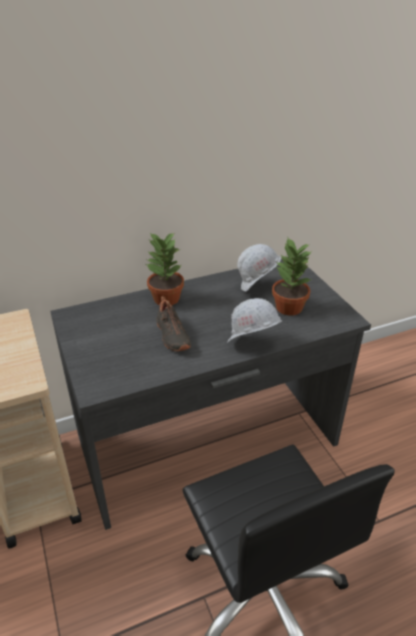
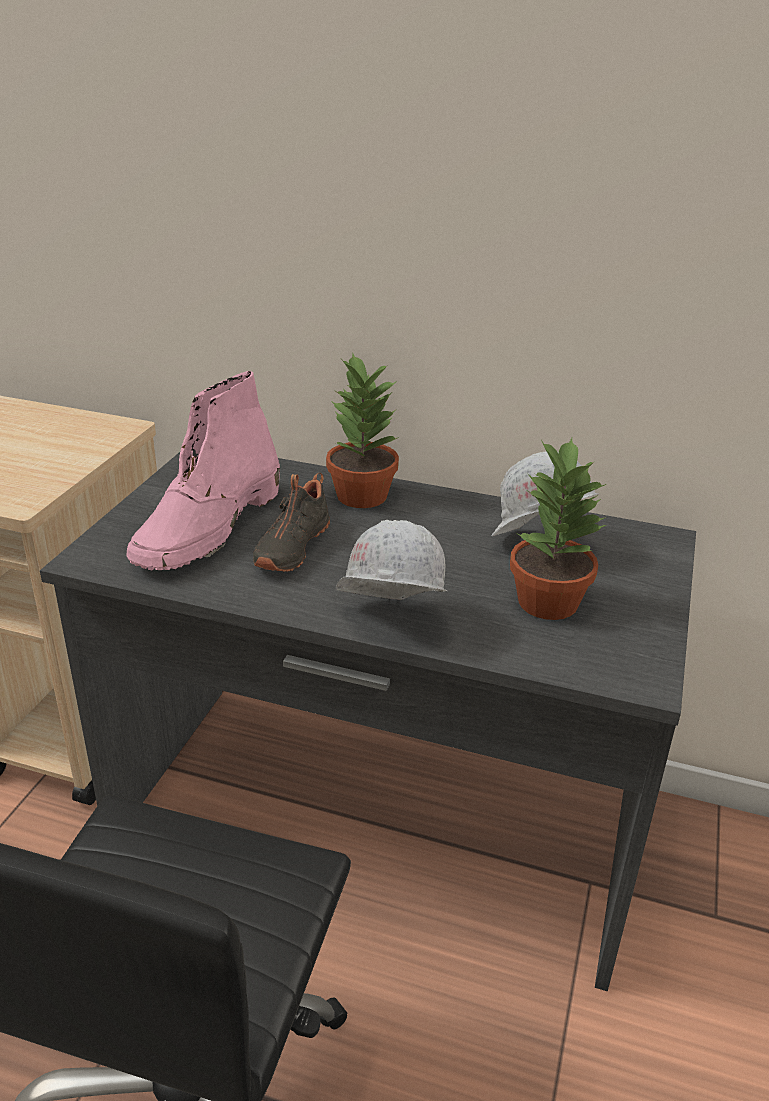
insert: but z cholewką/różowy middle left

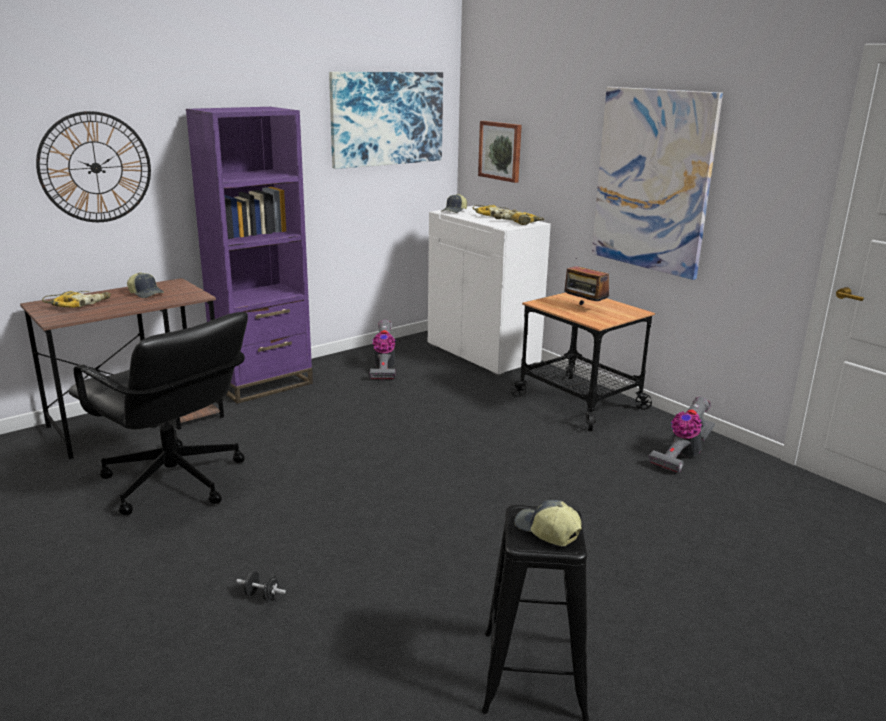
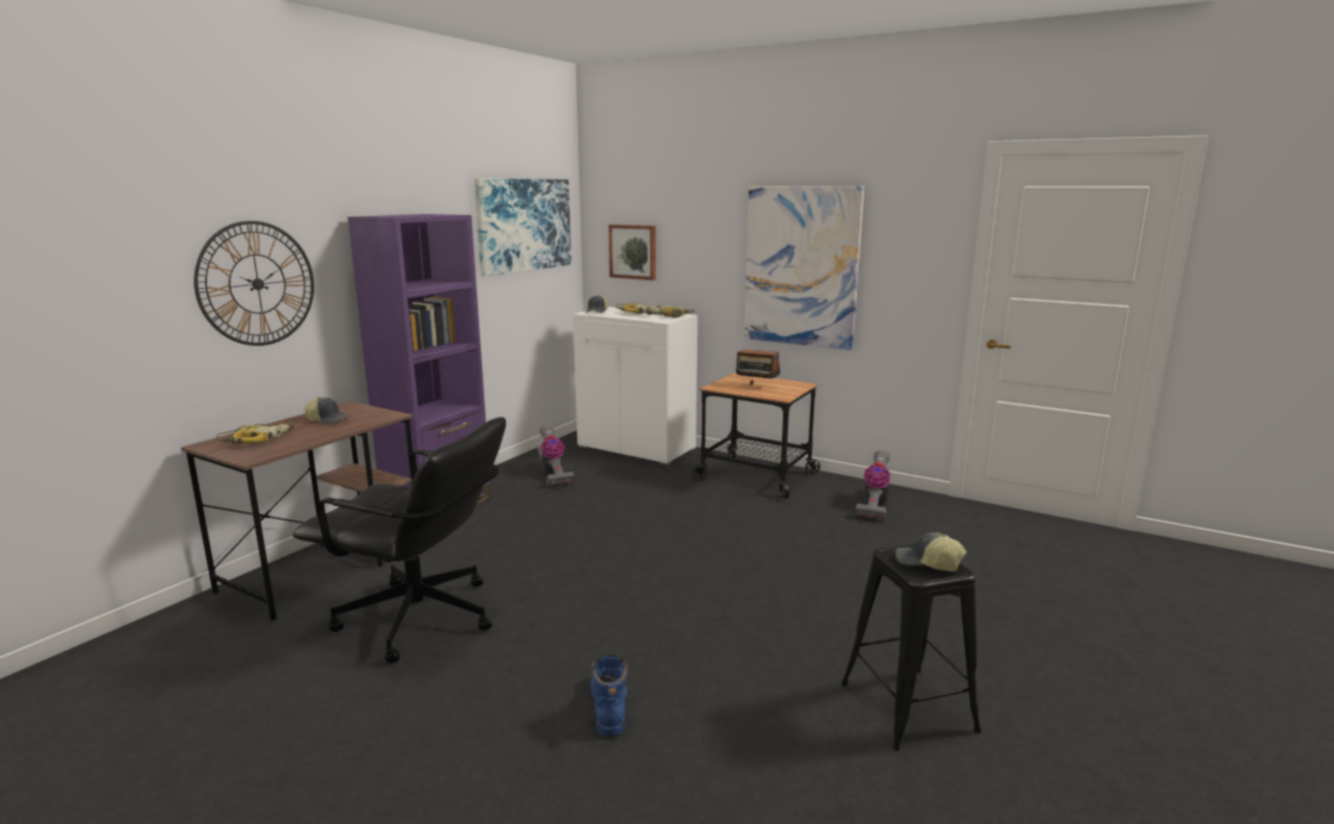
replace: hantel/czarny bottom left to but z cholewką/niebieski bottom centre

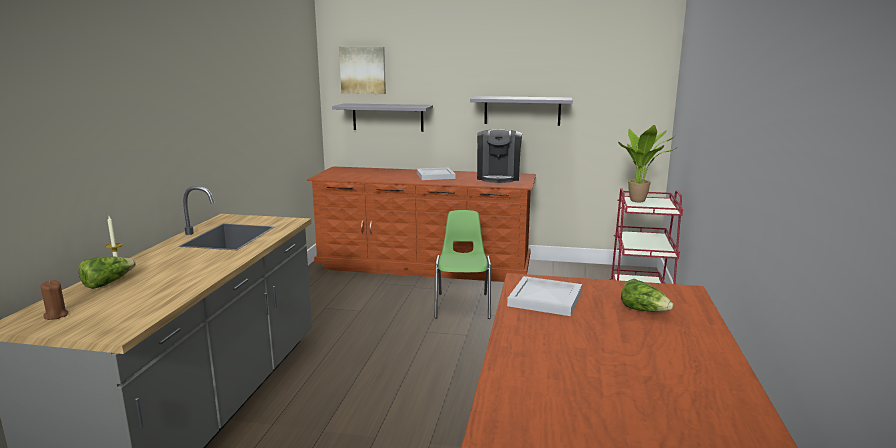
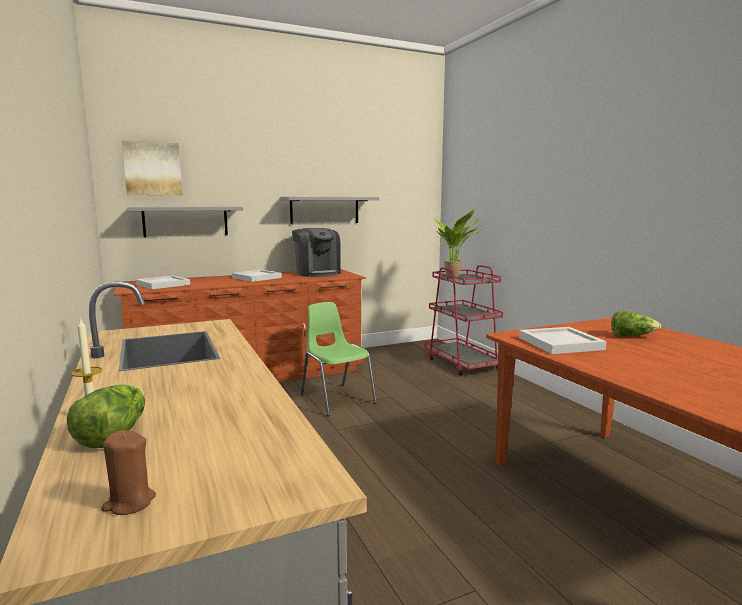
insert: taca/biały (1st from left) middle left

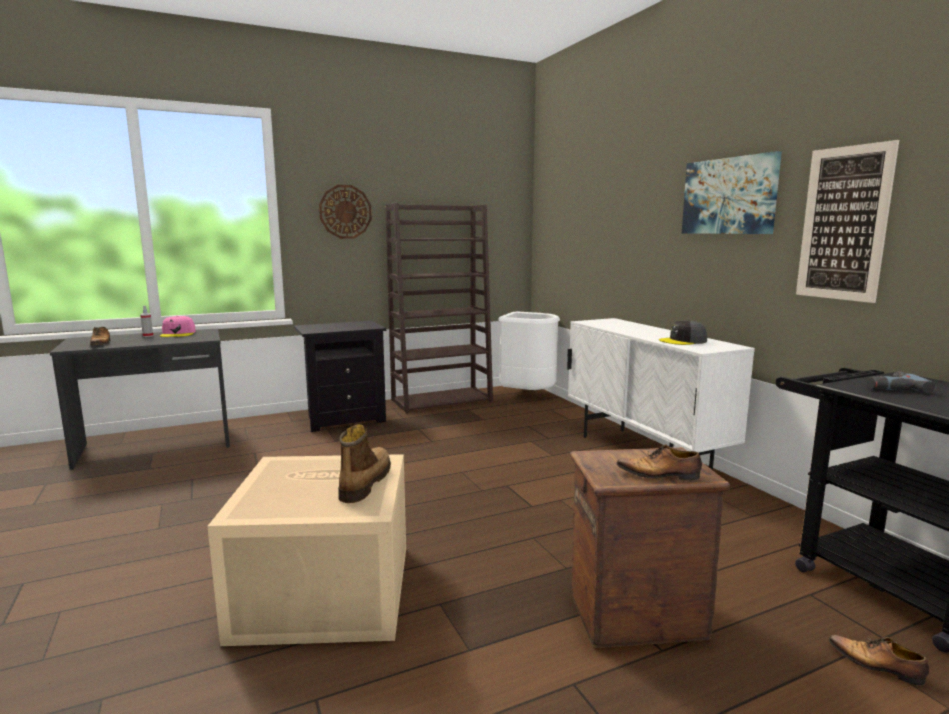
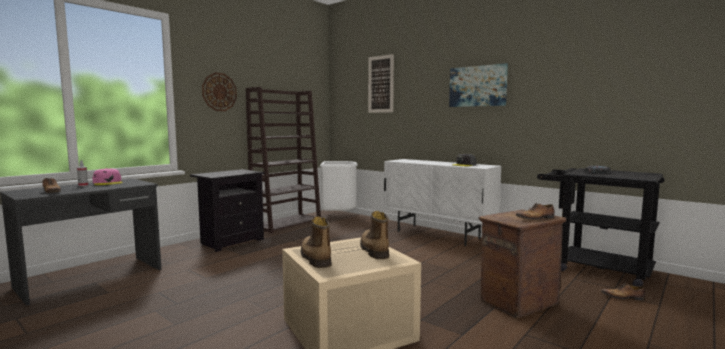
insert: but z cholewką (1st from left) bottom centre
move: obraz (2nd from left in the first image) top right to obraz (1st from left) top centre

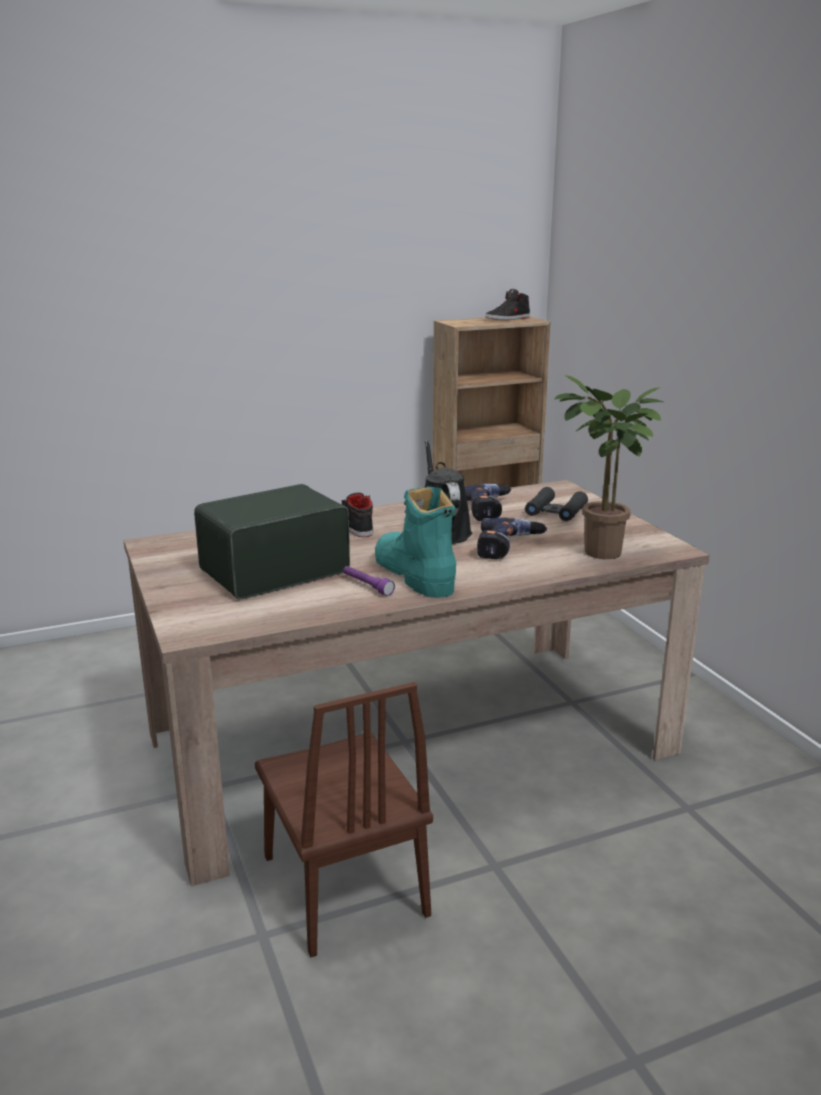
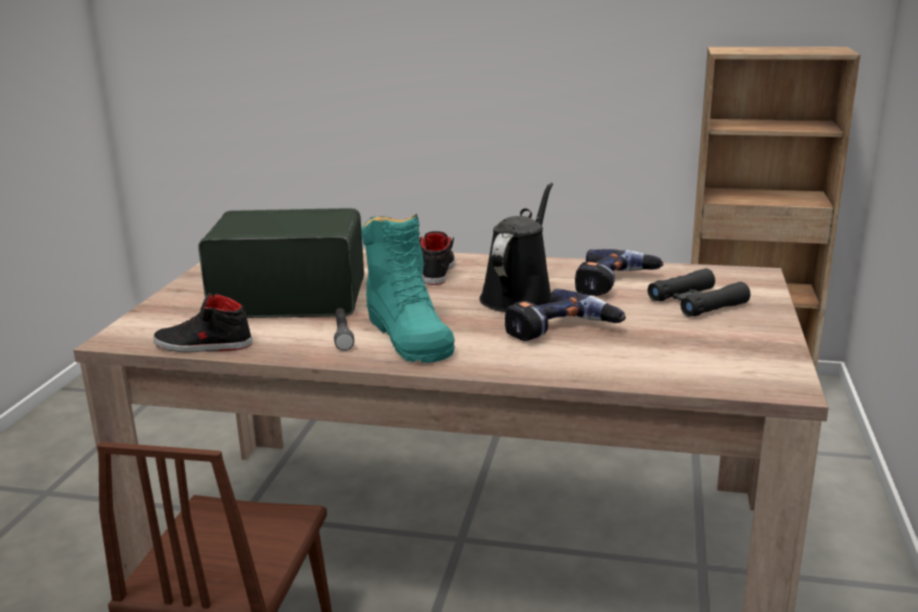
delete: roślina doniczkowa middle right
move: but/czarny (2nd from left in the first image) top centre to but/czarny (1st from left) middle left
recolor: latarka/fioletowy centre to latarka/szary centre
rotate: but z cholewką/turkusowy centre = centre 150 degrees clockwise

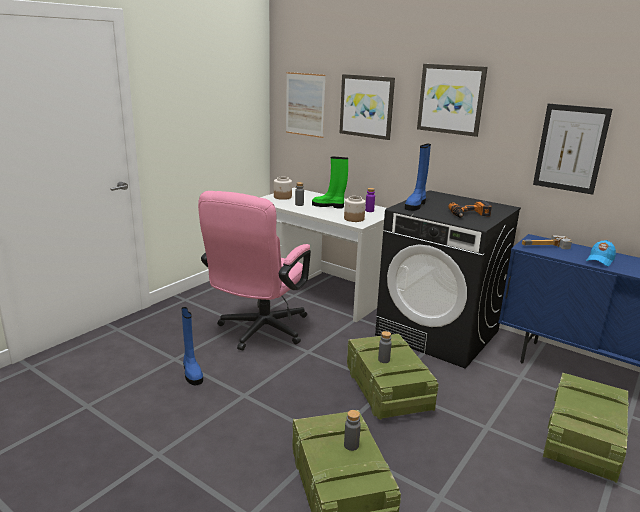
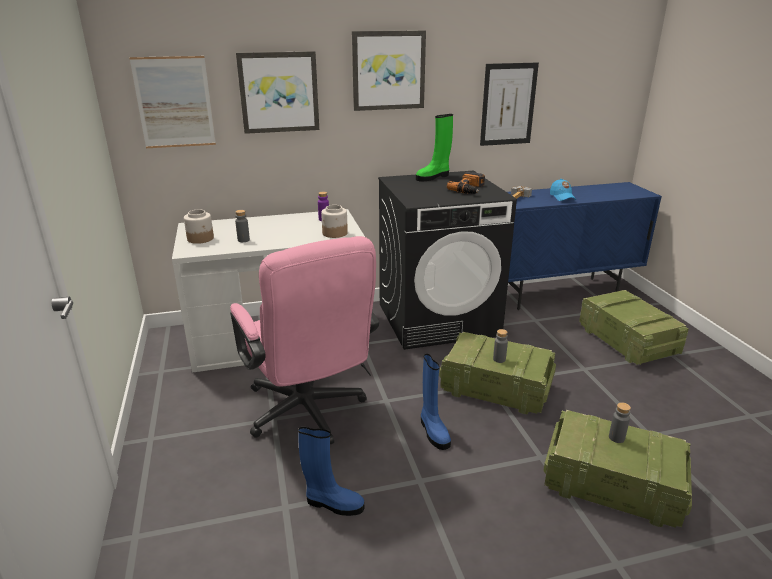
move: but z cholewką/zielony centre to top centre; but z cholewką/niebieski (2nd from left) centre to bottom centre

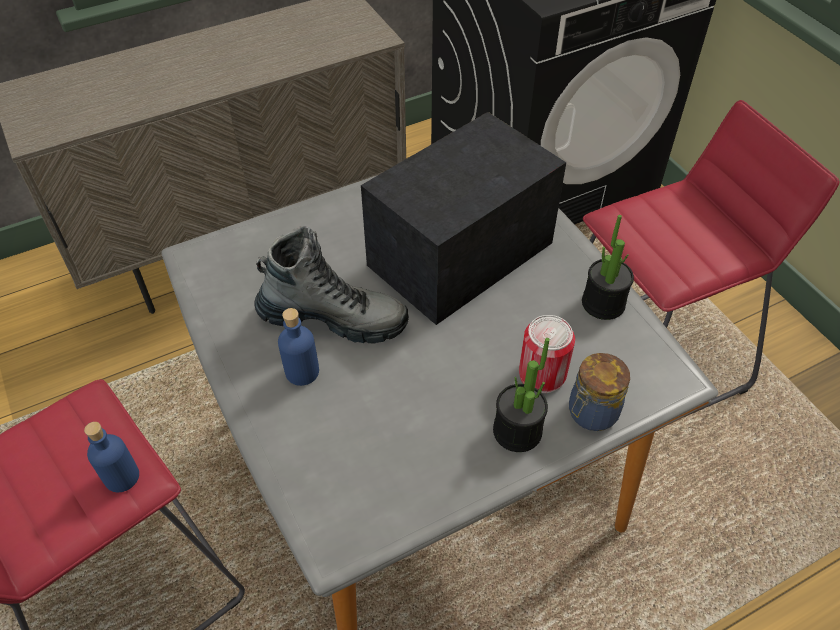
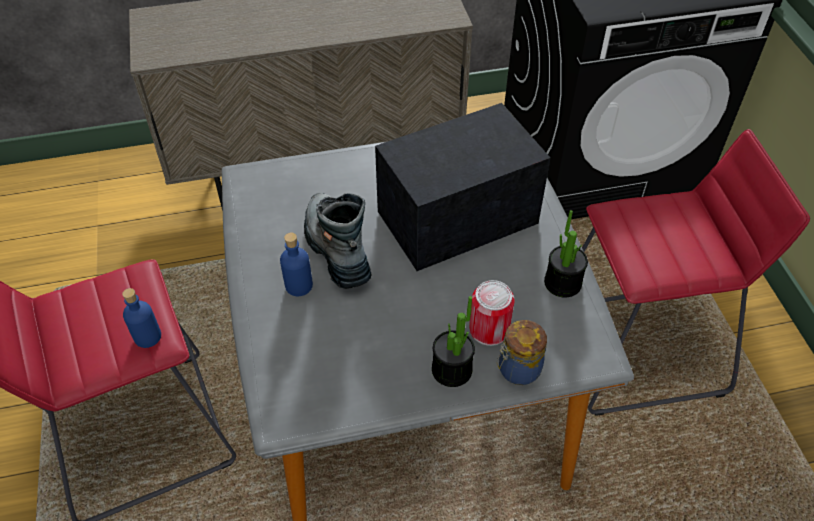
rotate: but z cholewką centre = centre 135 degrees counterclockwise

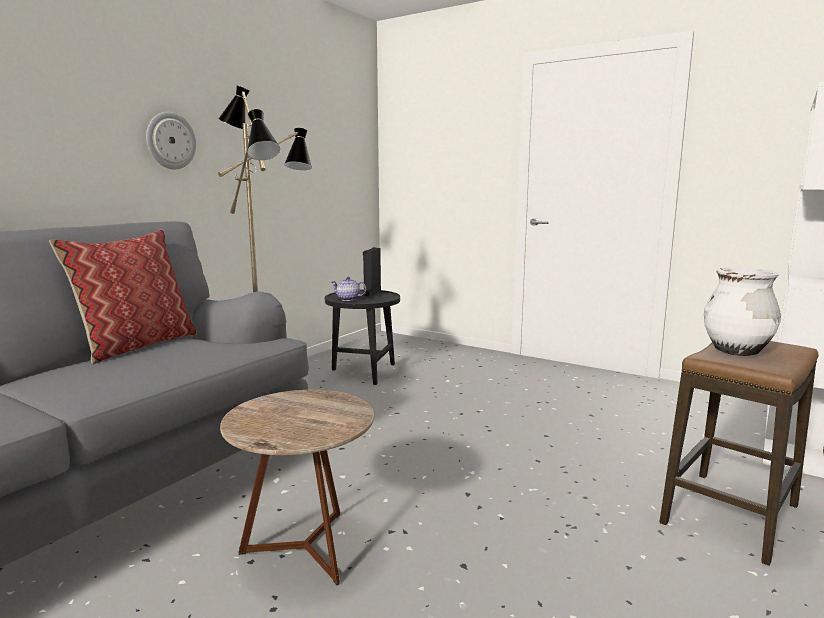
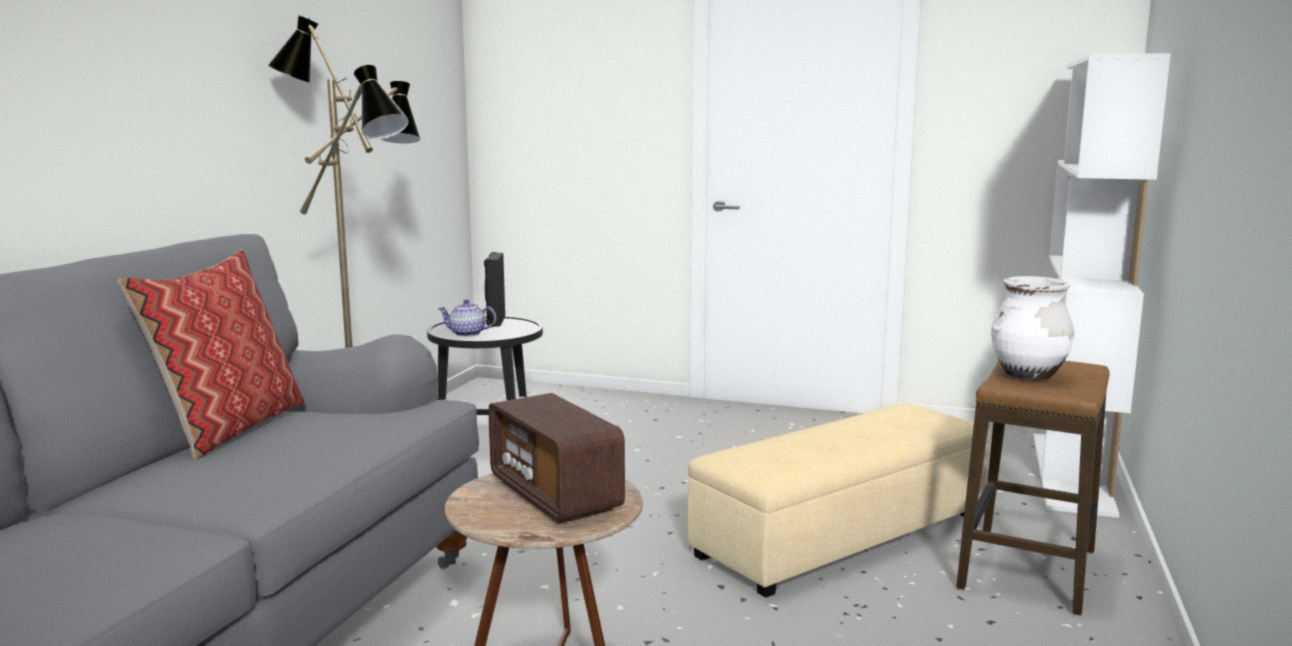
delete: zegar ścienny top left
insert: radio bottom centre; pufa/beżowy bottom centre

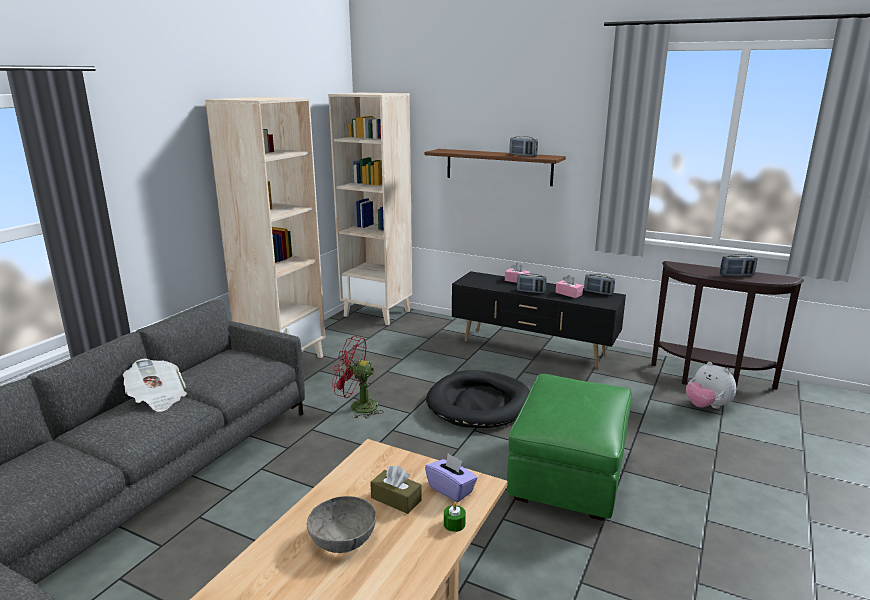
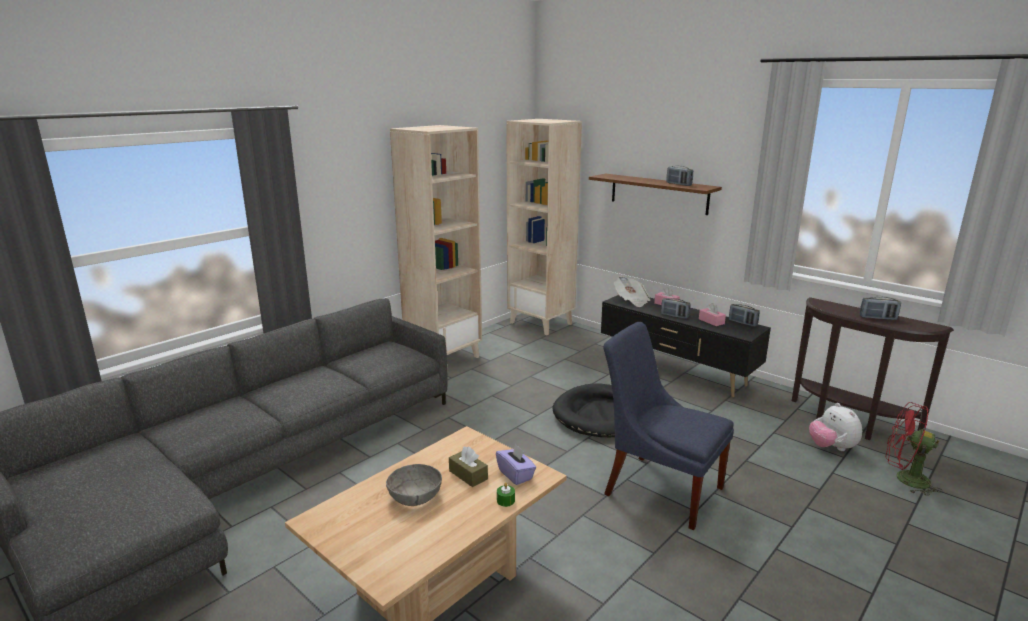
move: gazeta middle left to centre; wentylator/czerwony centre to bottom right
replace: pufa/zielony bottom centre to krzesło/niebieski bottom centre

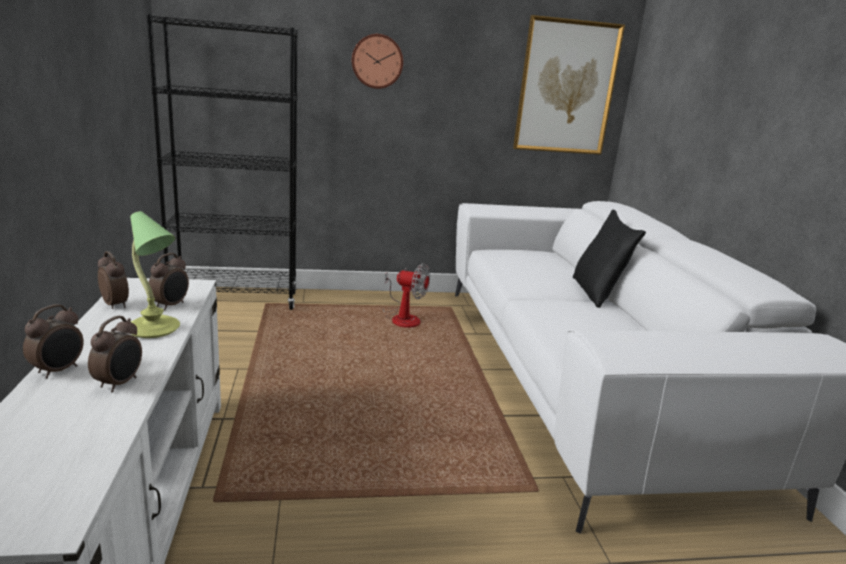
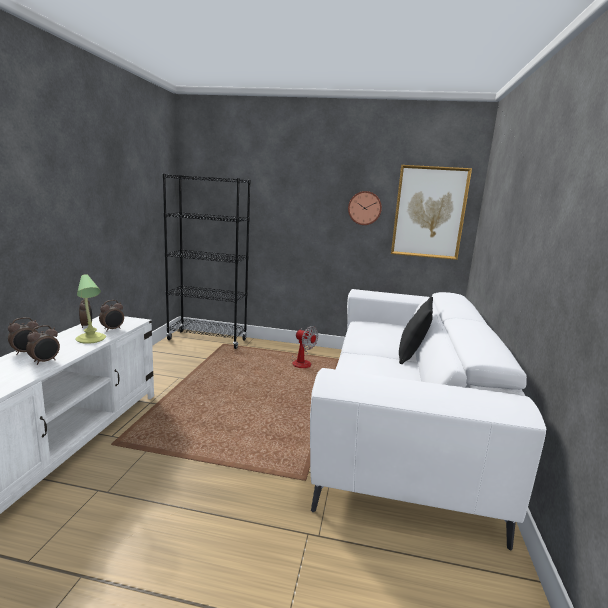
move: zegar ścienny top centre to centre

